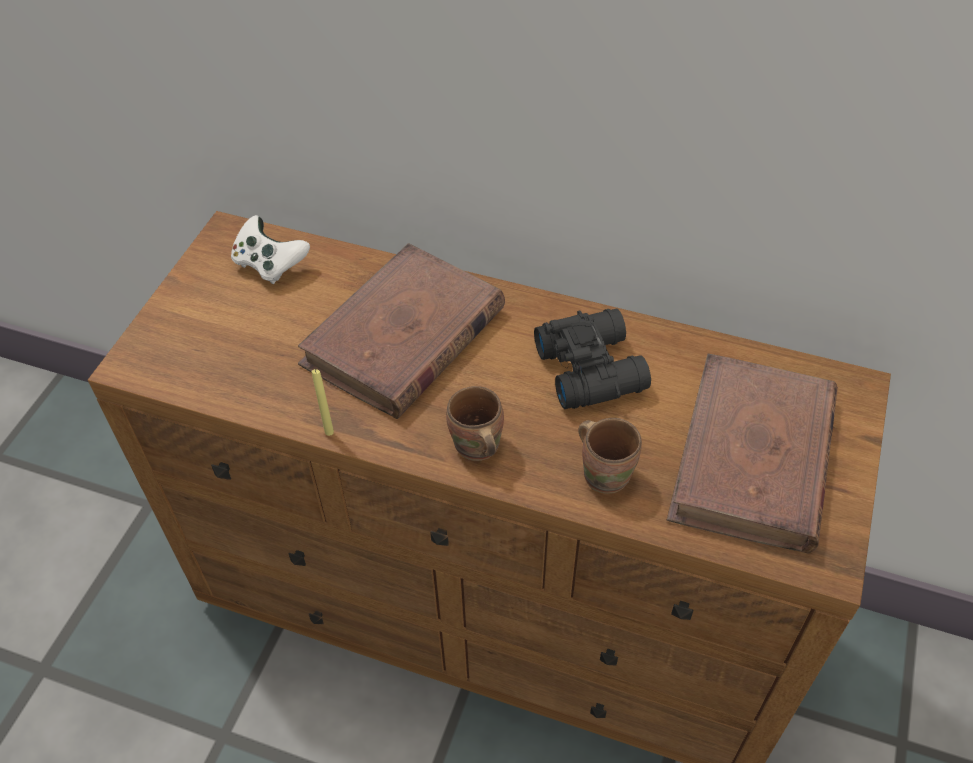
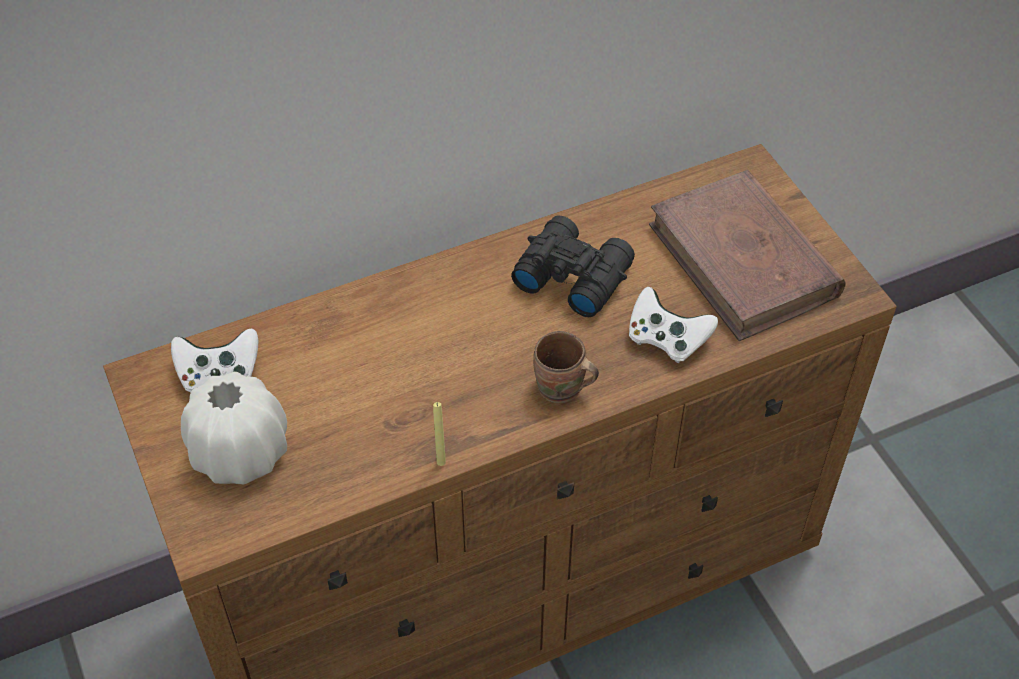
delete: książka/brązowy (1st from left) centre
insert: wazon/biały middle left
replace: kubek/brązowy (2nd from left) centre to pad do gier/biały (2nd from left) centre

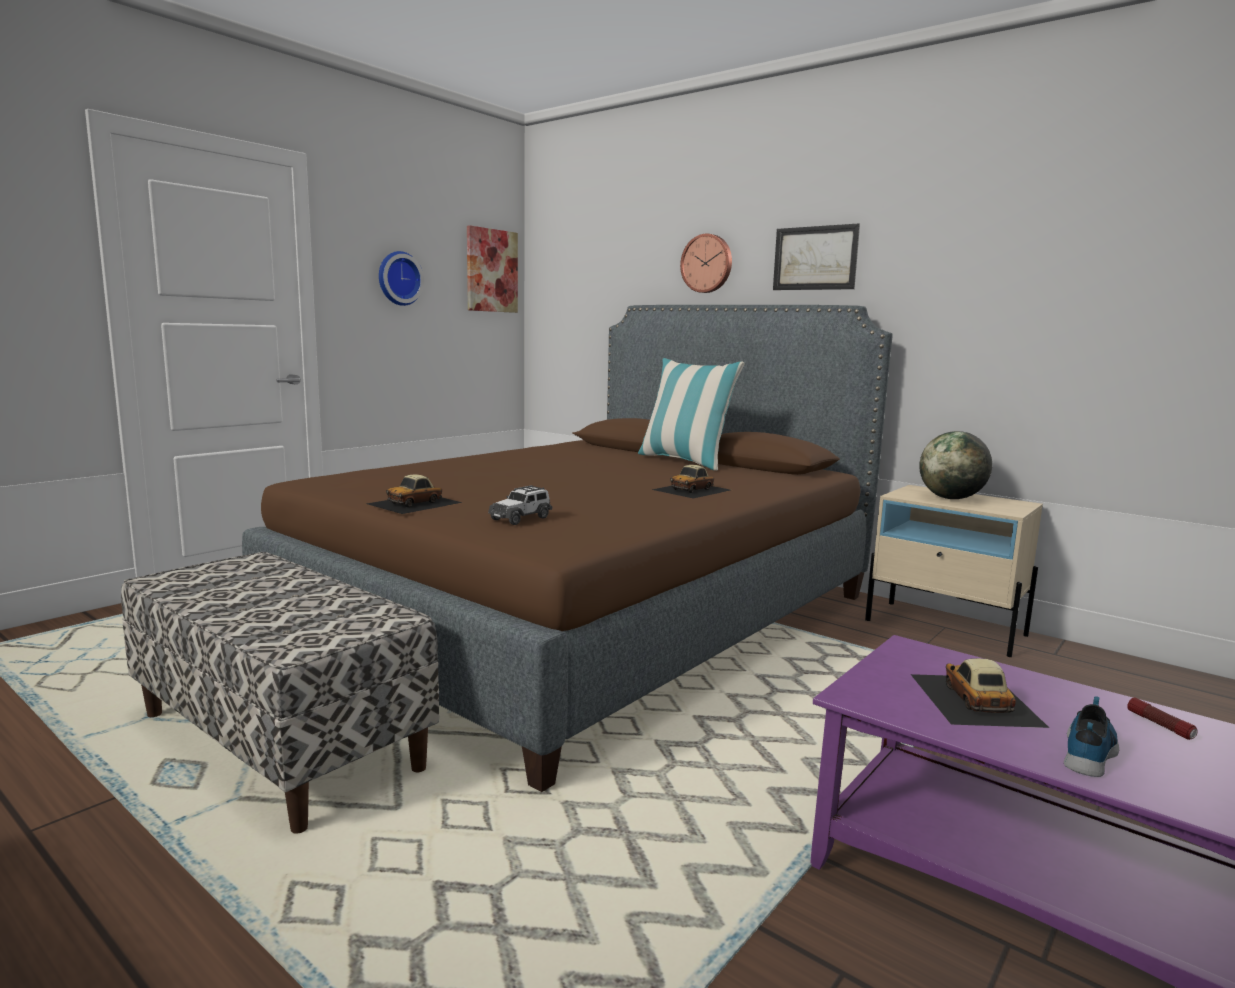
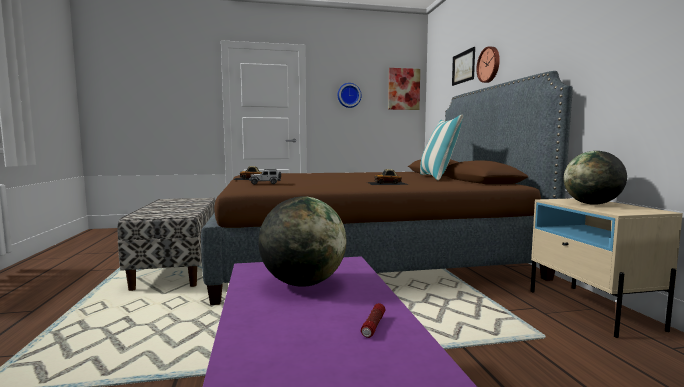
delete: but bottom right
move: obraz (2nd from left) top centre to top right
replace: samochodzik (4th from left) bottom right to globus (1st from left) centre

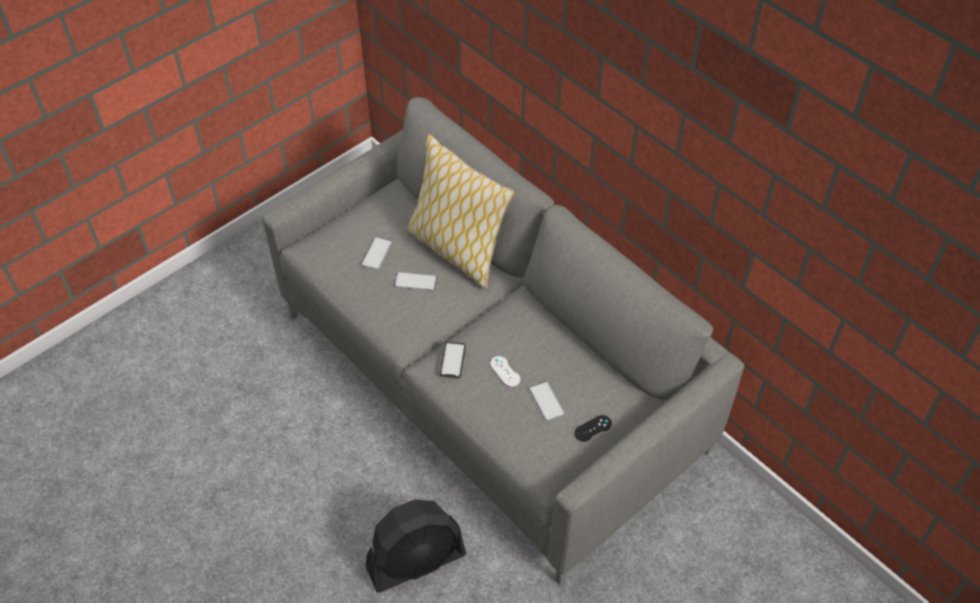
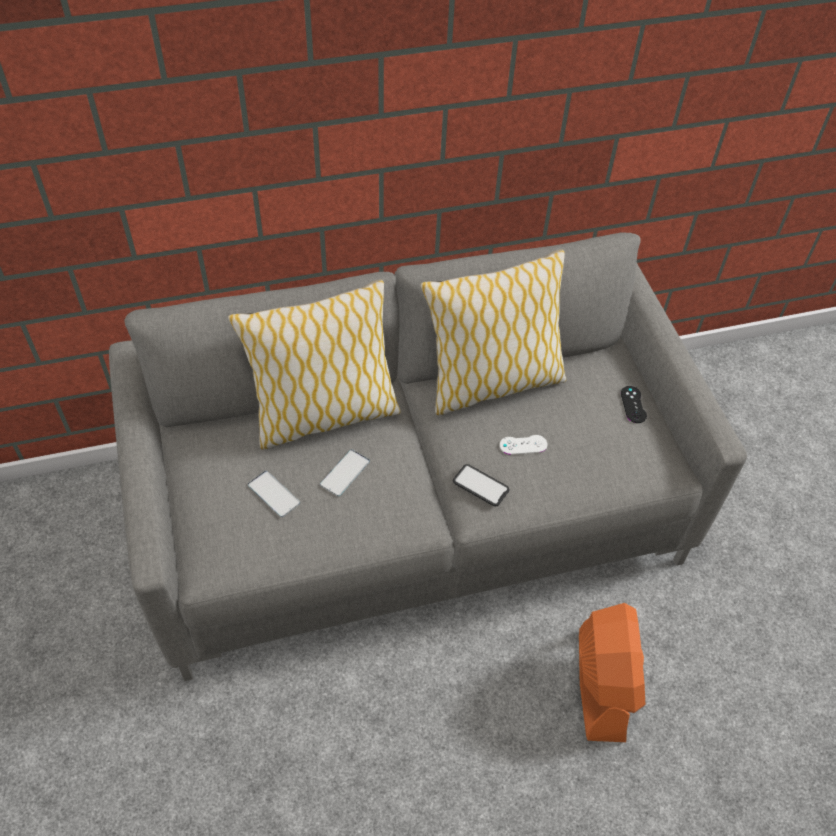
delete: telefon (4th from left) centre
insert: poduszka (2nd from left) centre
recolor: wentylator/czarny bottom centre to wentylator/pomarańczowy bottom right

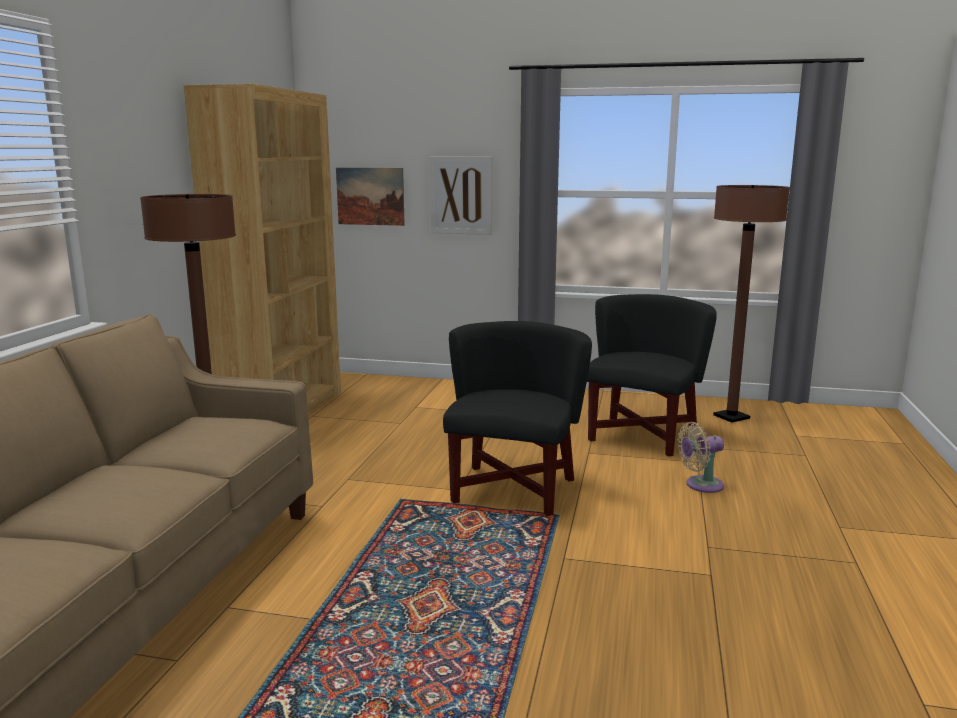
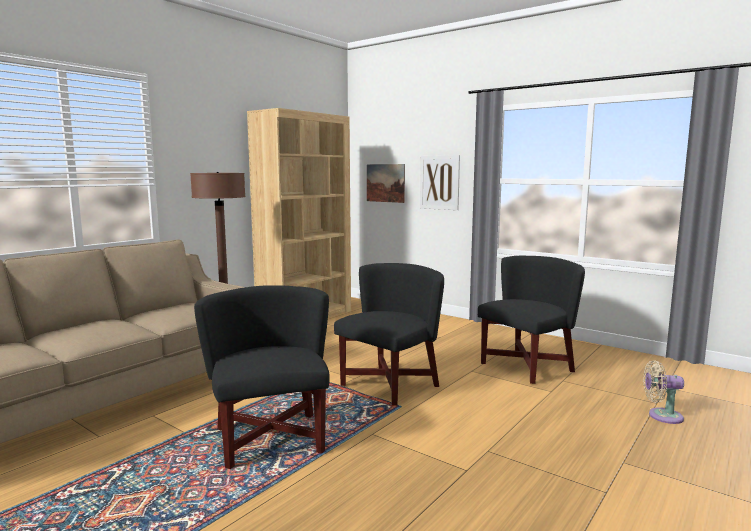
delete: lampa stojąca/brązowy (2nd from left) middle right
insert: fotel/czarny (1st from left) bottom centre
move: wentylator/beżowy middle right to bottom right

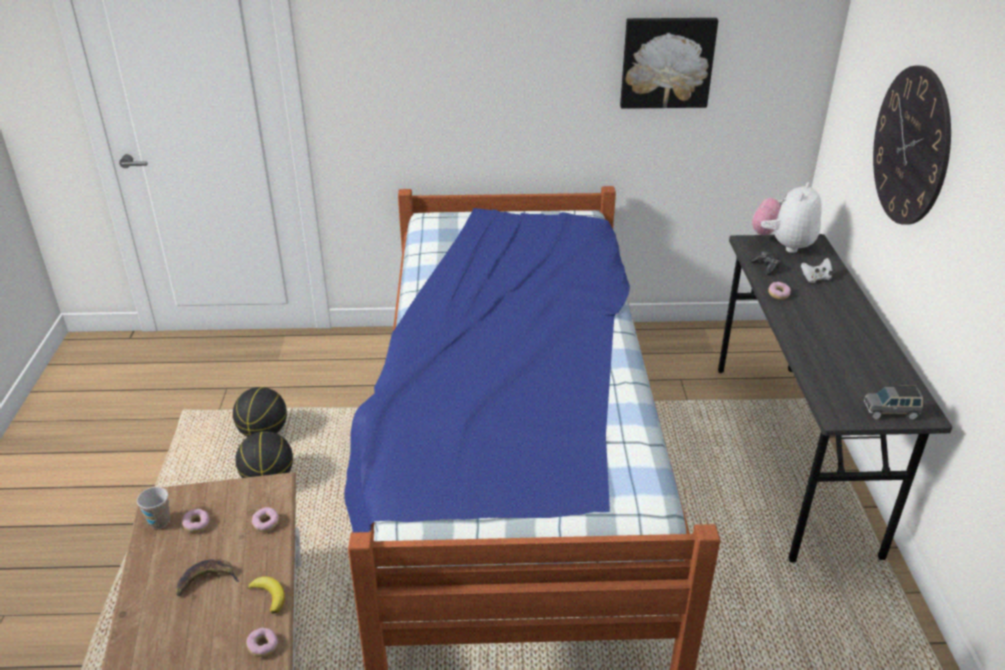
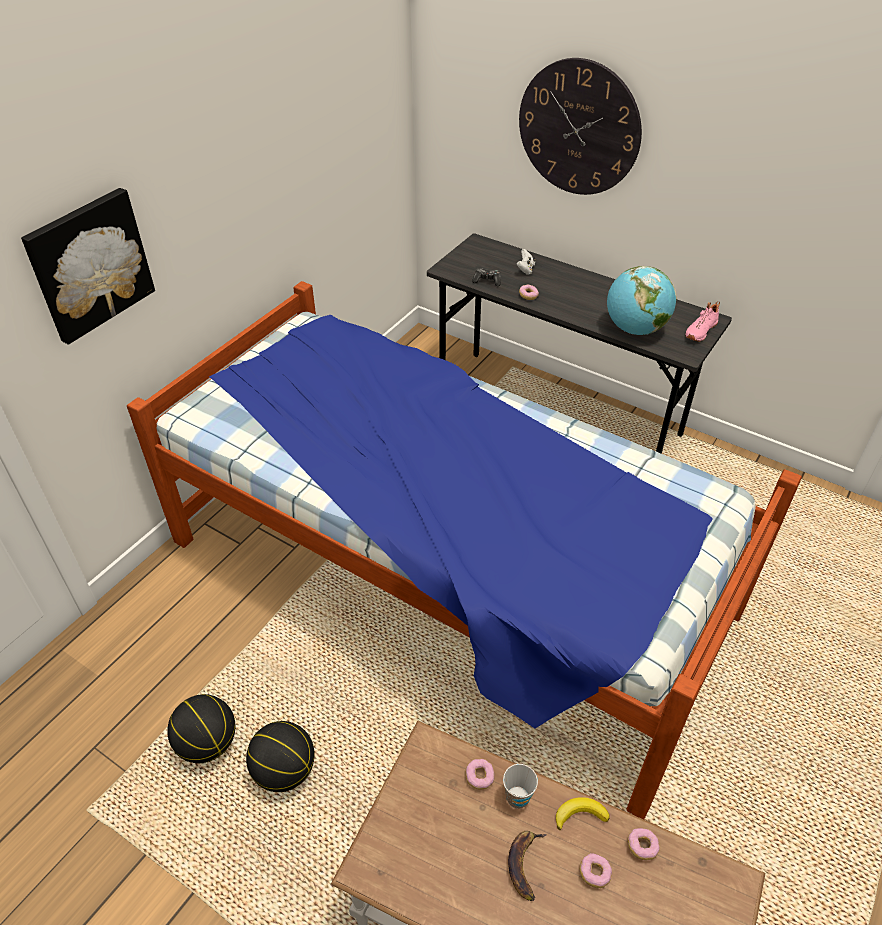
delete: pluszak top right
insert: globus top right
move: filiżanka bottom left to bottom centre; donut (1st from left in the first image) bottom left to donut (3rd from left) bottom right; obraz top centre to top left
replace: samochodzik/szary middle right to but/różowy middle right

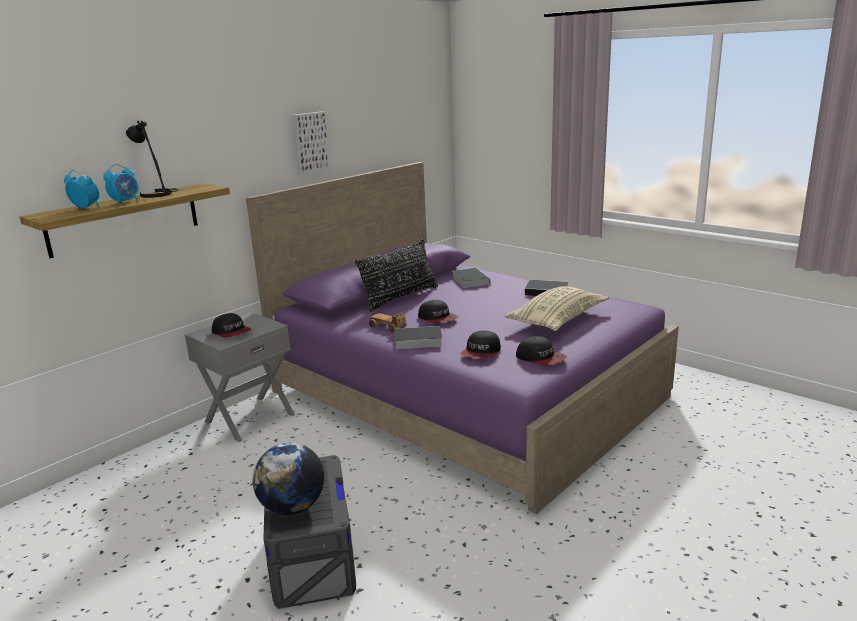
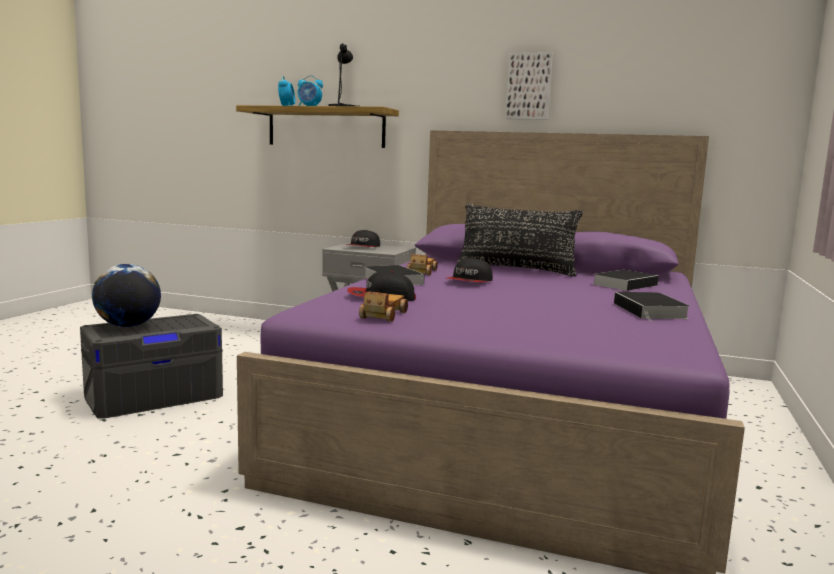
delete: poduszka/beżowy centre
replace: czapka z daszkiem (4th from left) centre to samochodzik (1st from left) centre

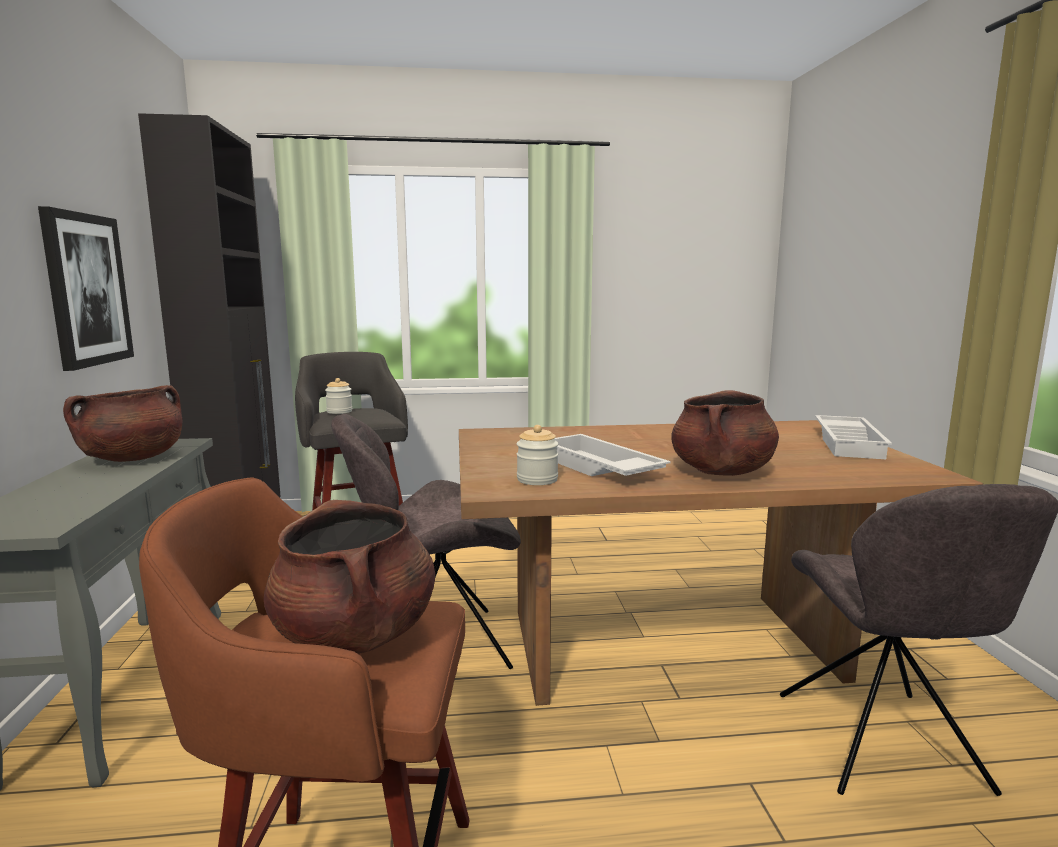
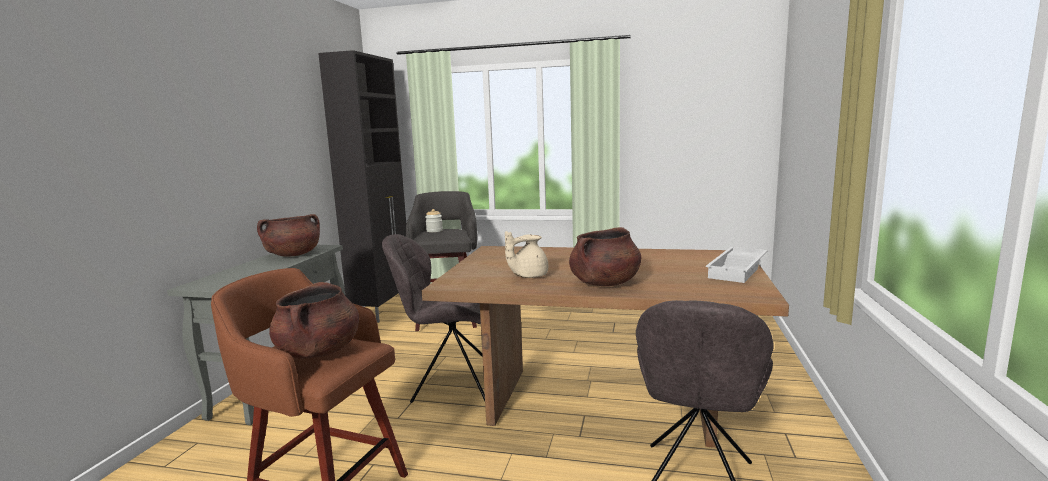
delete: obraz middle left; słoik (2nd from left) centre
replace: taca/biały (1st from left) centre to imbryk/beżowy centre

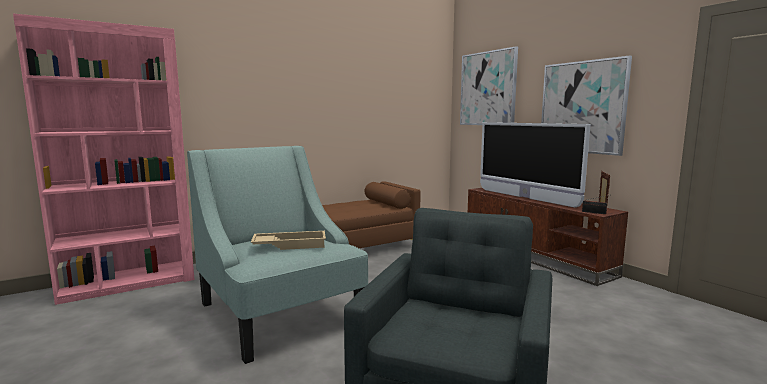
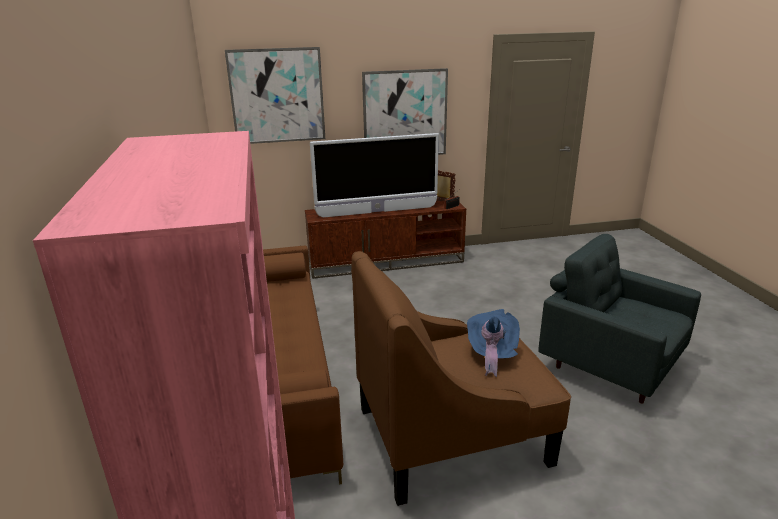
replace: taca/beżowy centre to kapelusz/niebieski centre
recolor: fotel/turkusowy centre to fotel/brązowy bottom centre

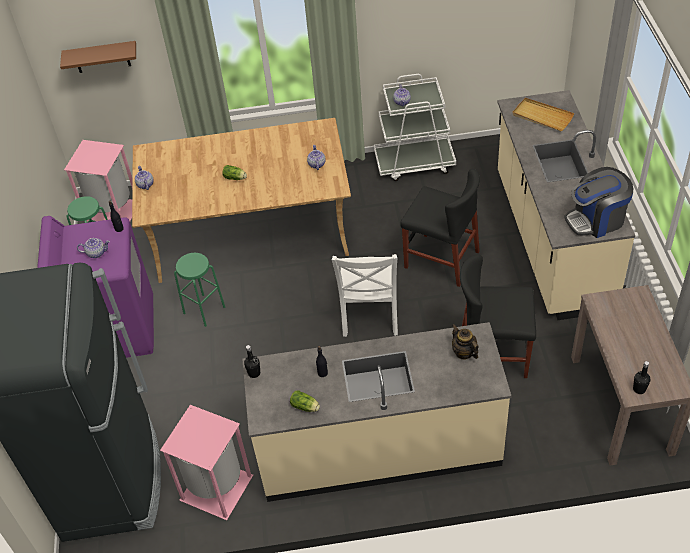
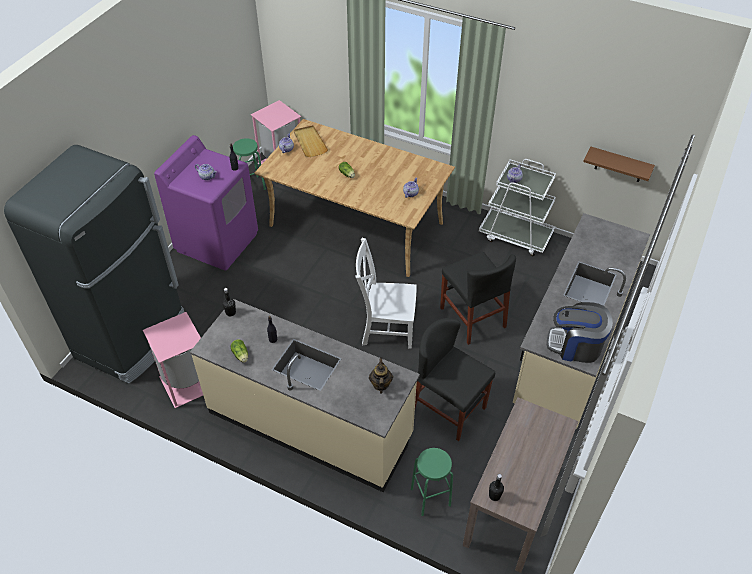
move: półka/brązowy top left to top right; stołek/zielony (2nd from left) middle left to bottom centre; taca/beżowy top right to top centre
rotate: krzesło/biały centre = centre 60 degrees clockwise

